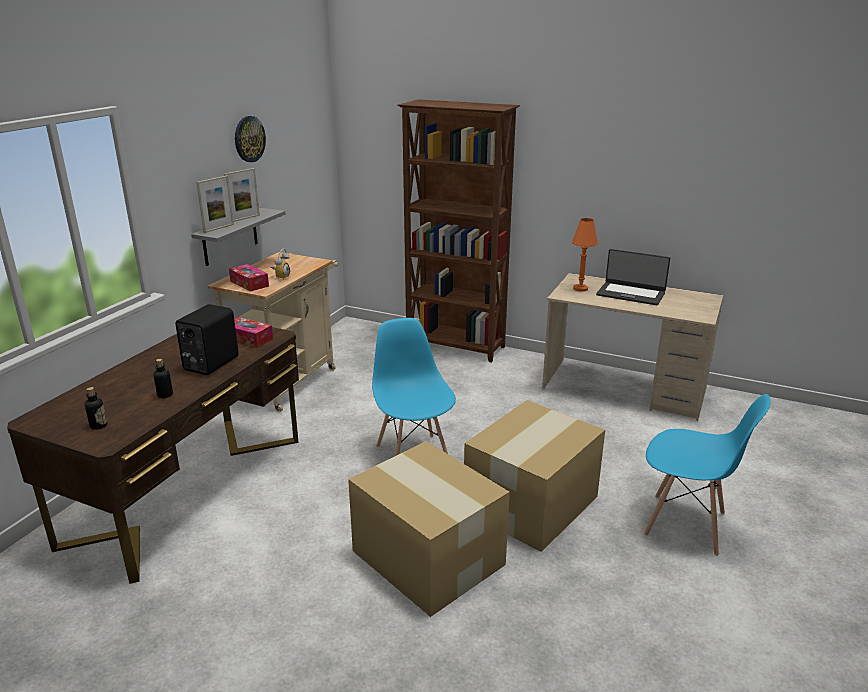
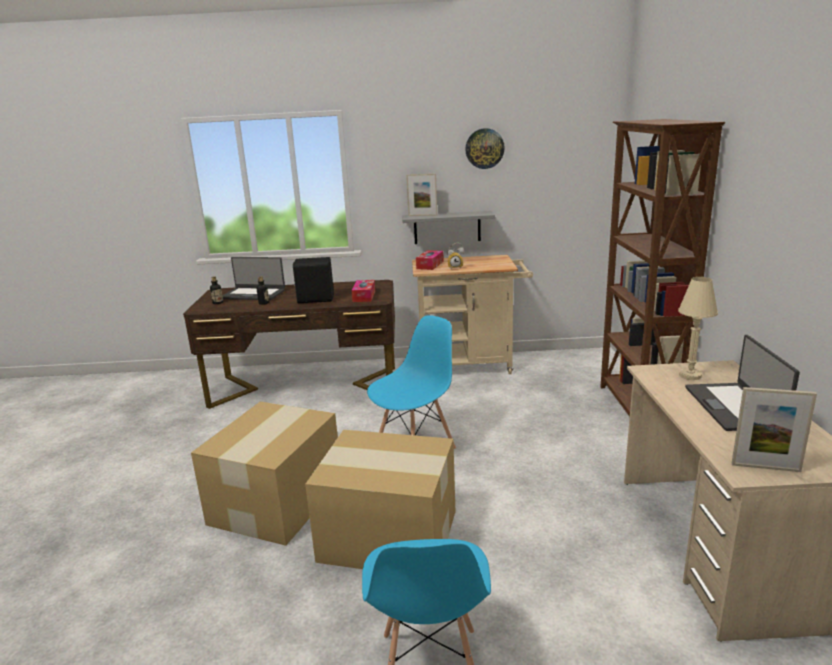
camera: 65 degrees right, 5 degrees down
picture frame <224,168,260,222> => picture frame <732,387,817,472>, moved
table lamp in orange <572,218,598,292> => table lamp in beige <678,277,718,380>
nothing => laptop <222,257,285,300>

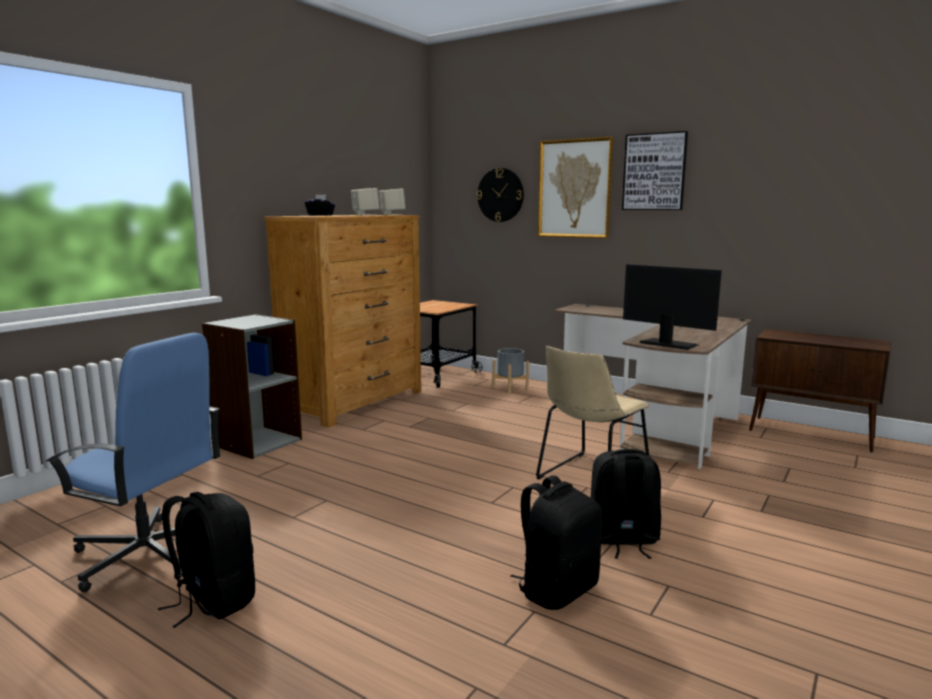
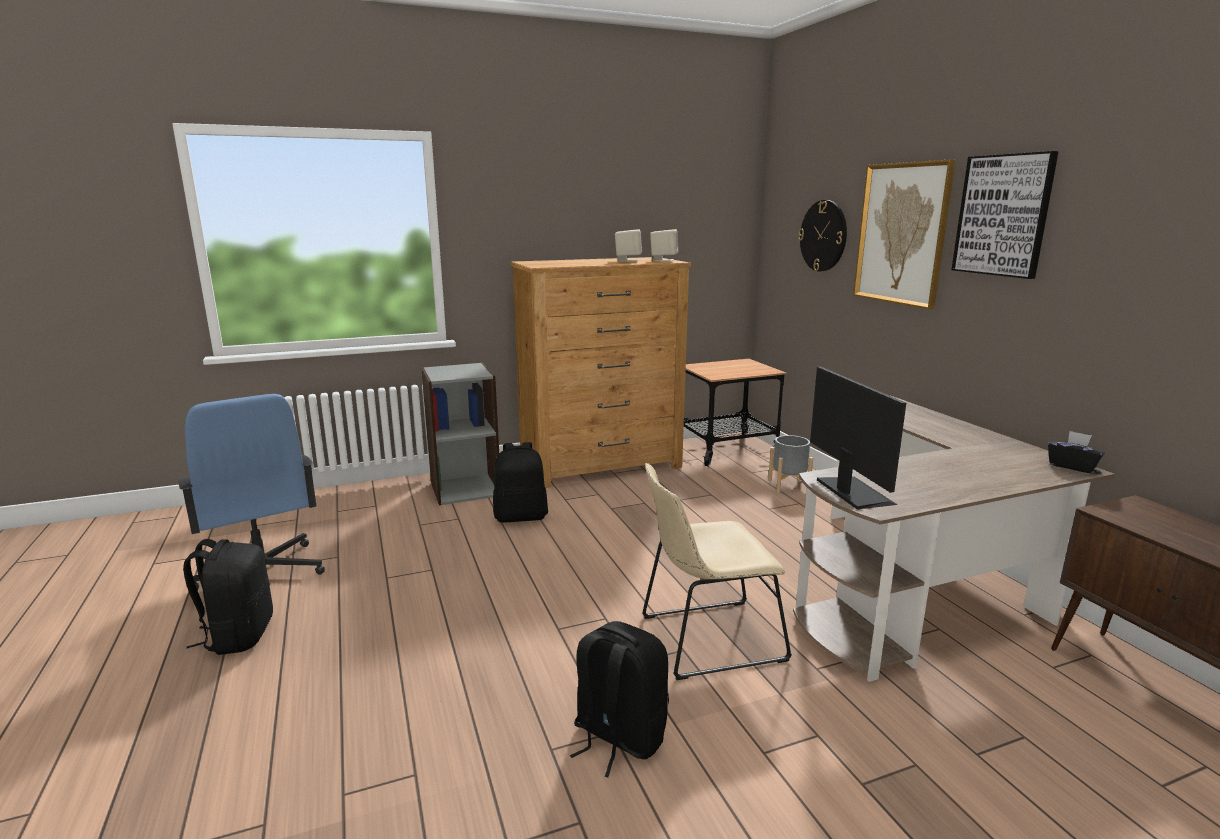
camera: 35 degrees right, 5 degrees up
tissue box in black <305,194,335,216> => tissue box in black <1048,431,1104,473>, moved
backpack in black <510,475,602,610> => backpack in black <493,442,548,523>, moved

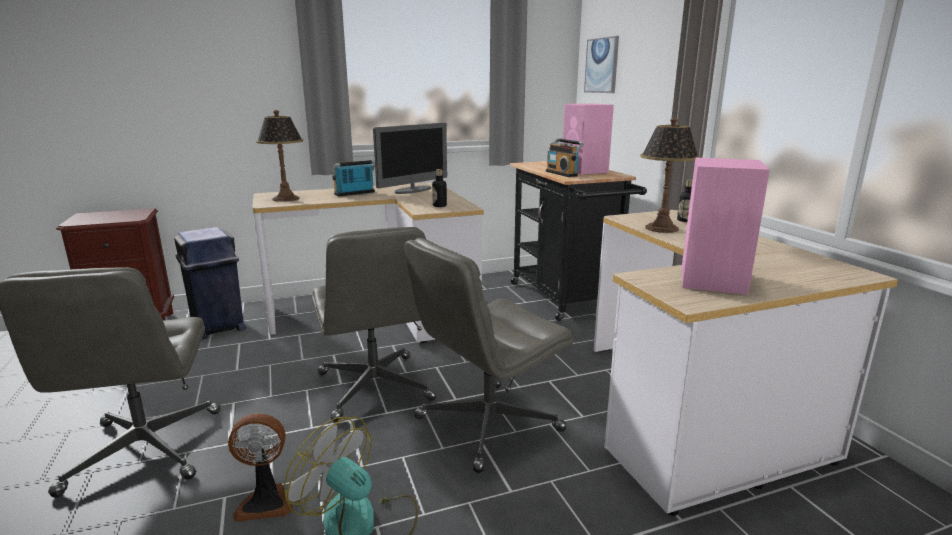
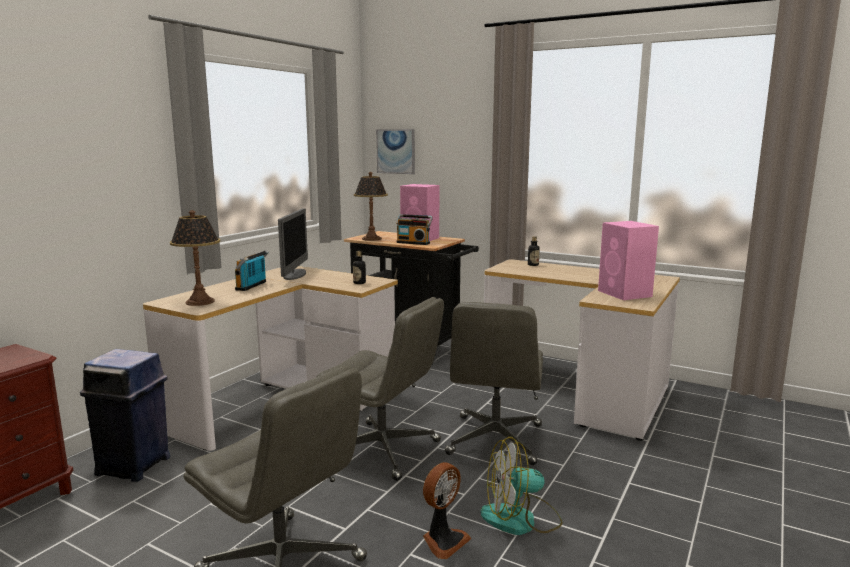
camera: 40 degrees left, 5 degrees down
table lamp <640,118,700,233> => table lamp <354,172,388,241>, moved

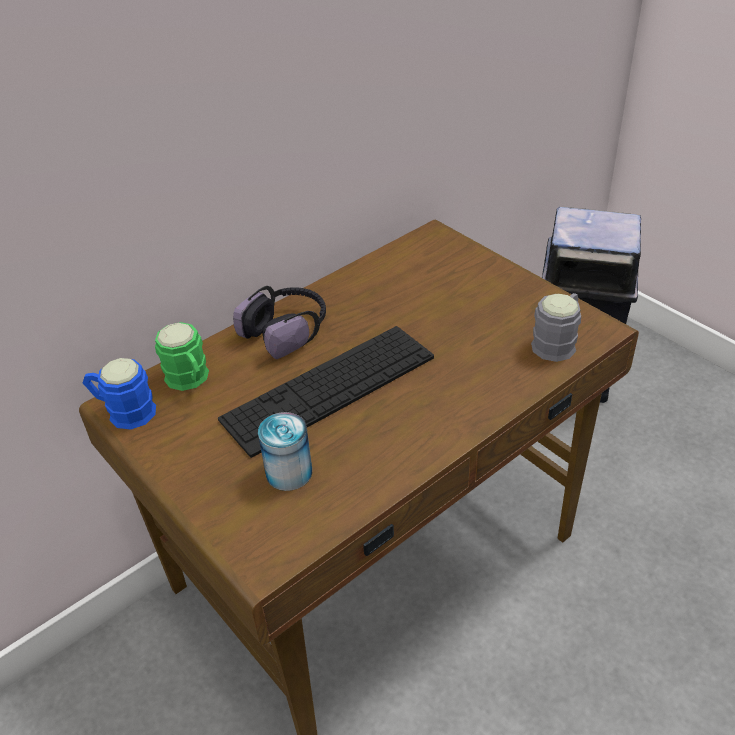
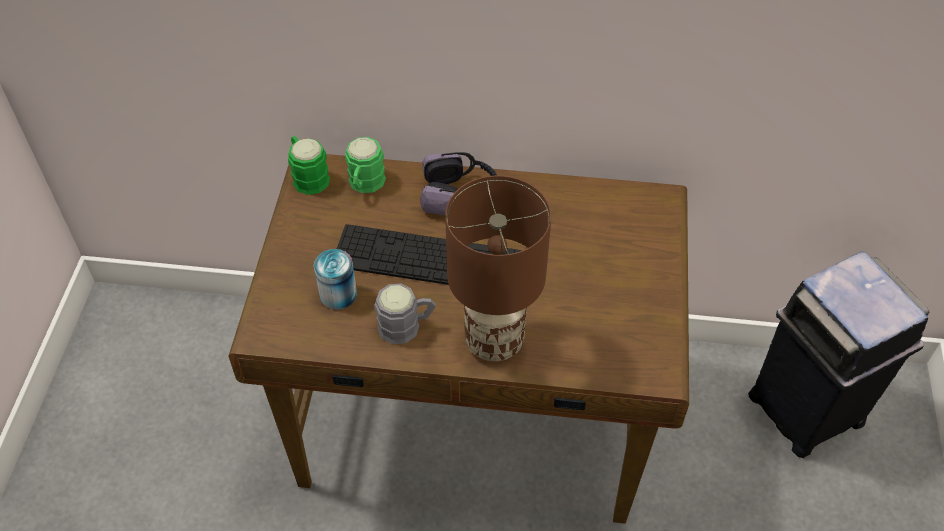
camera: 45 degrees right, 10 degrees up
mug in blue <83,358,156,430> => mug in green <288,136,330,195>
mug in grey <531,293,581,362> => mug in grey <375,283,436,344>, moved
nothing => table lamp in brown <445,176,551,361>

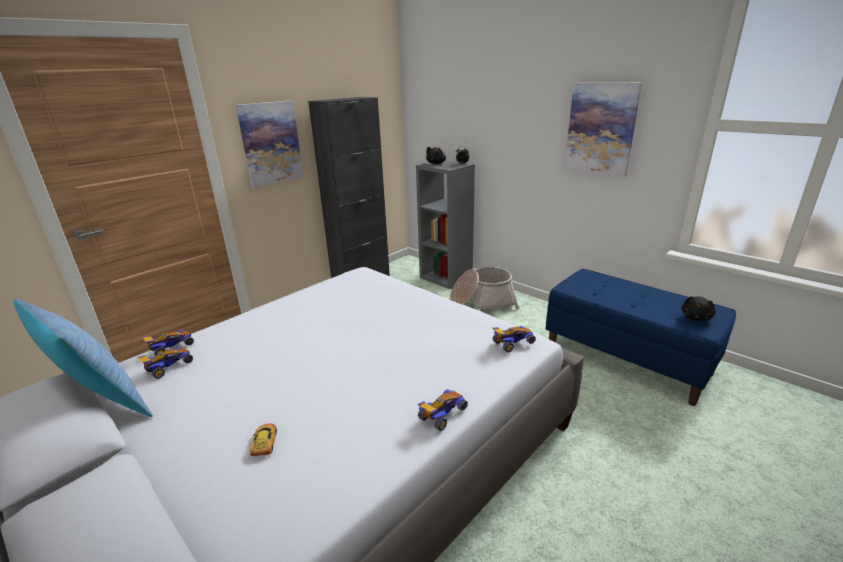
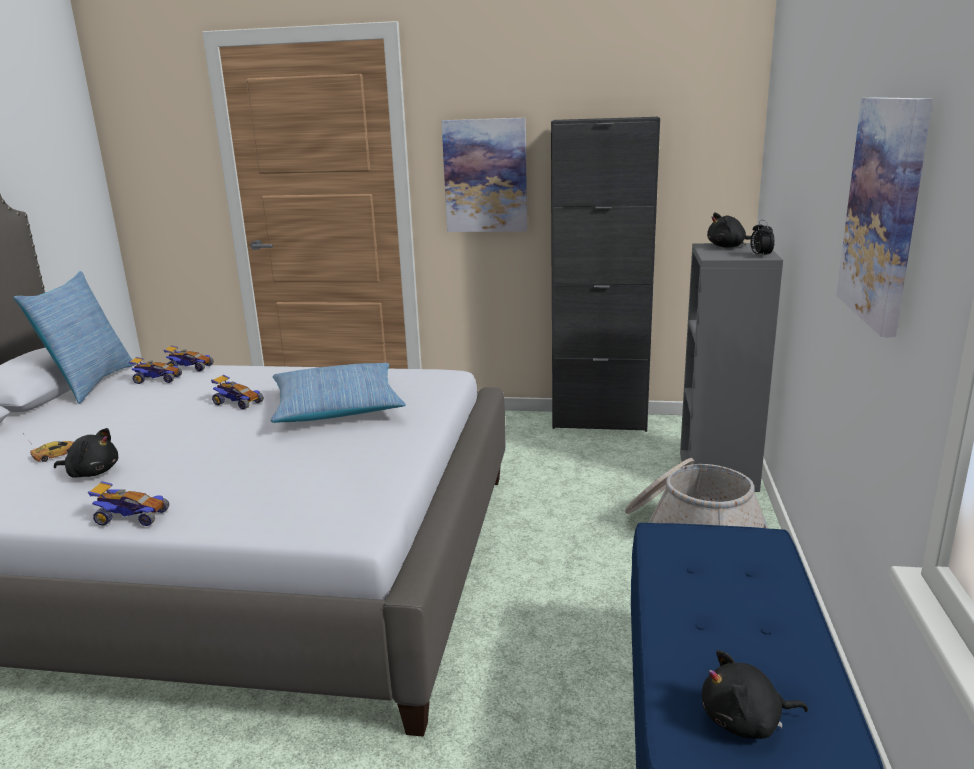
camera: 55 degrees right, 5 degrees down
toy car <493,326,536,352> => toy car <211,375,264,410>, moved
nothing => plush toy in black <54,428,118,478>
nothing => pillow <271,363,406,423>

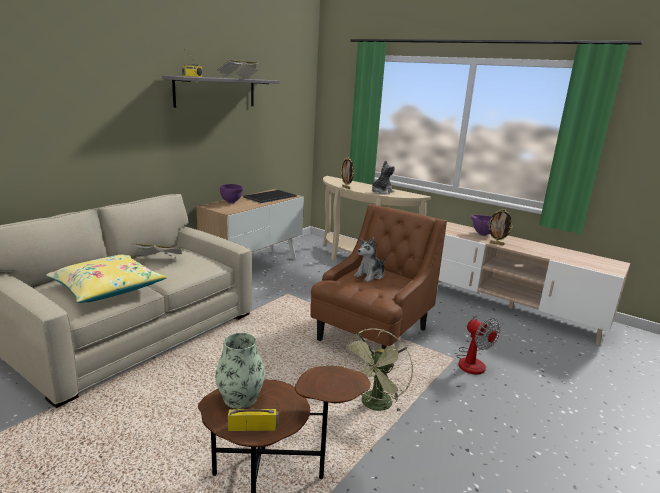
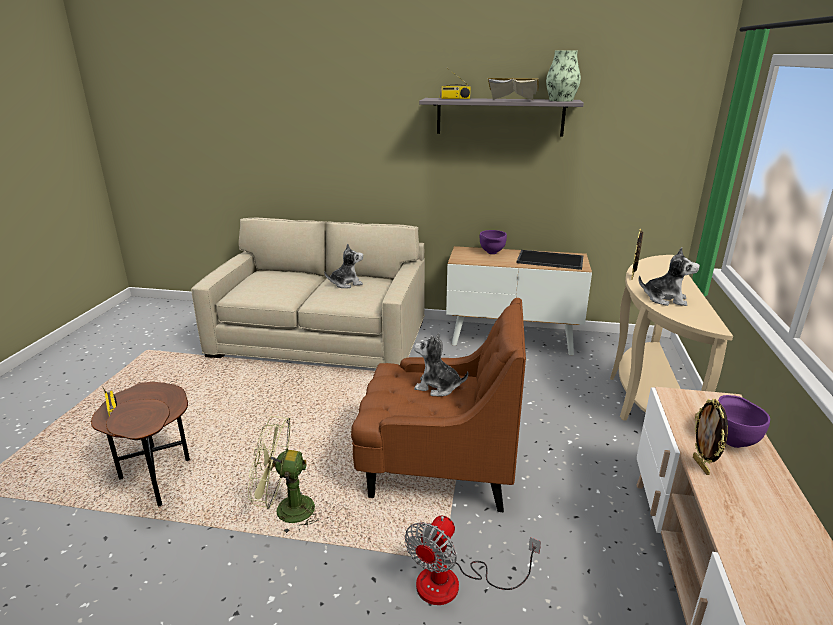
camera: 65 degrees right, 5 degrees up
pillow in yellow <46,255,167,303> => nothing
book <131,243,185,259> => plush toy <324,244,363,288>
vase <215,333,265,409> => vase <546,50,581,102>, moved

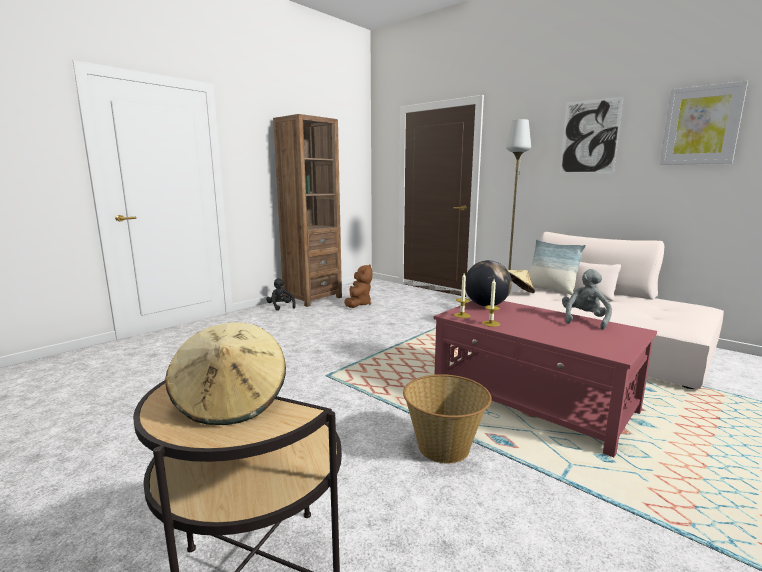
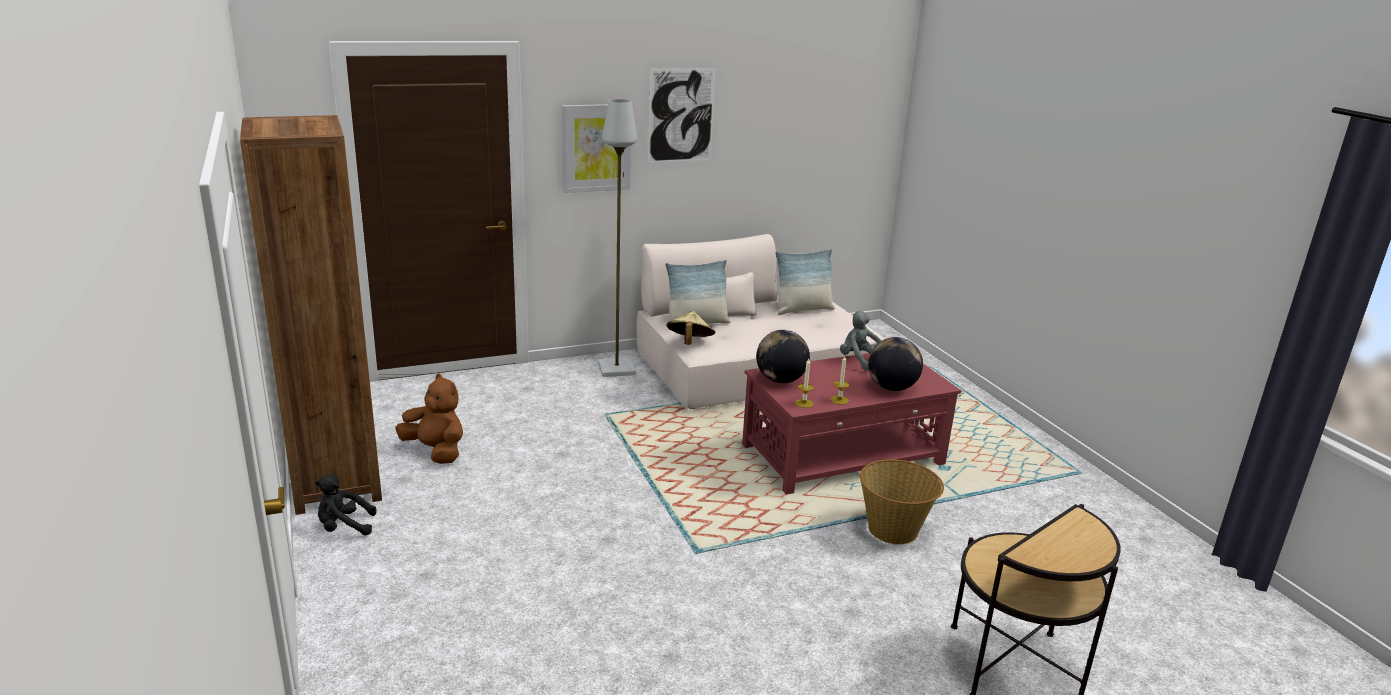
camera: 65 degrees left, 10 degrees up
hat in beige <165,322,286,425> => nothing
picture <660,81,748,165> => picture <562,104,631,193>, moved
nothing => pillow <775,249,835,315>
nothing => globe <868,337,923,391>

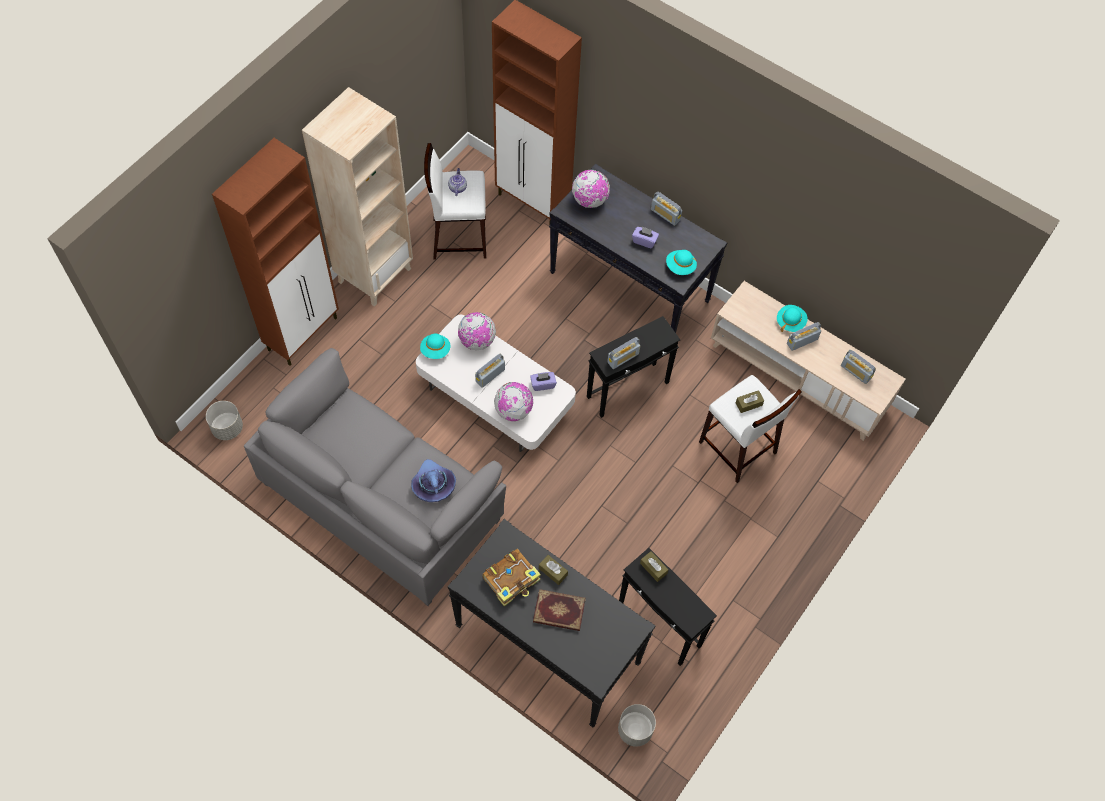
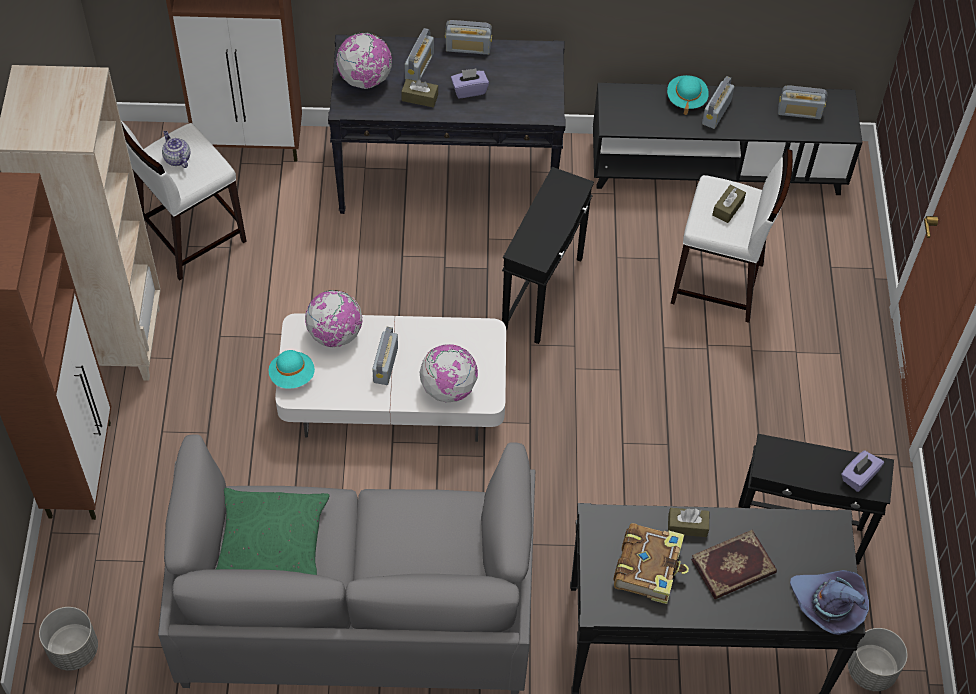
camera: 35 degrees left, 5 degrees down
hat in purple <411,459,456,502> => hat in purple <790,570,869,635>, moved
tissue box in purple <530,372,557,391> => tissue box in purple <841,451,884,492>, moved
radio <607,337,640,369> => radio <405,28,434,81>, moved
tissue box in brown <640,551,669,582> => tissue box in brown <401,79,438,108>, moved
hat in turquoise <666,250,697,275> => nothing
tv stand in beige <711,281,906,441> => tv stand in black <593,83,862,195>
nothing => pillow in green <216,488,329,575>

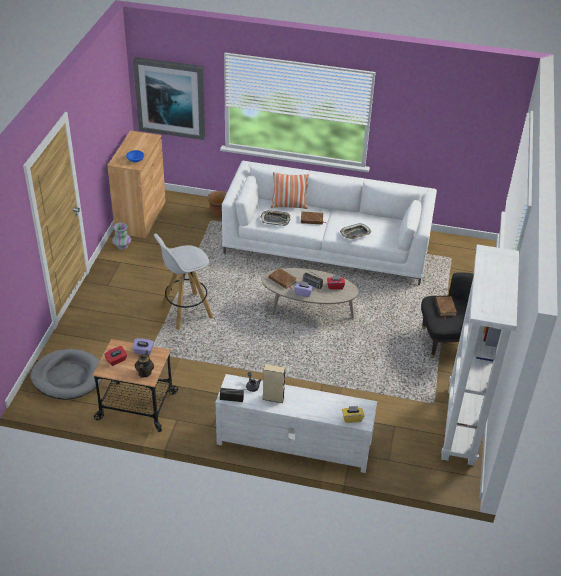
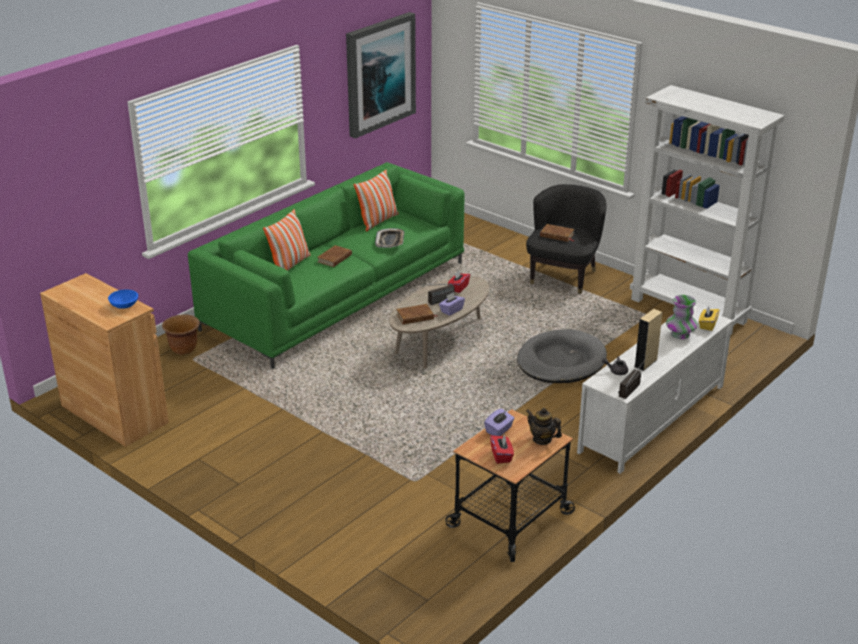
camera: 60 degrees left, 10 degrees down
dog bed in grey <30,349,102,400> => dog bed in grey <517,329,607,383>, moved
vase <112,223,131,249> => vase <666,295,698,339>, moved
picture <133,57,205,140> => picture <346,12,416,138>, moved
stool in white <154,233,213,330> => nothing
sofa in white <222,161,437,285> => sofa in green <188,162,464,369>
tray <261,210,291,226> => nothing
nothing => pillow <354,170,399,231>

